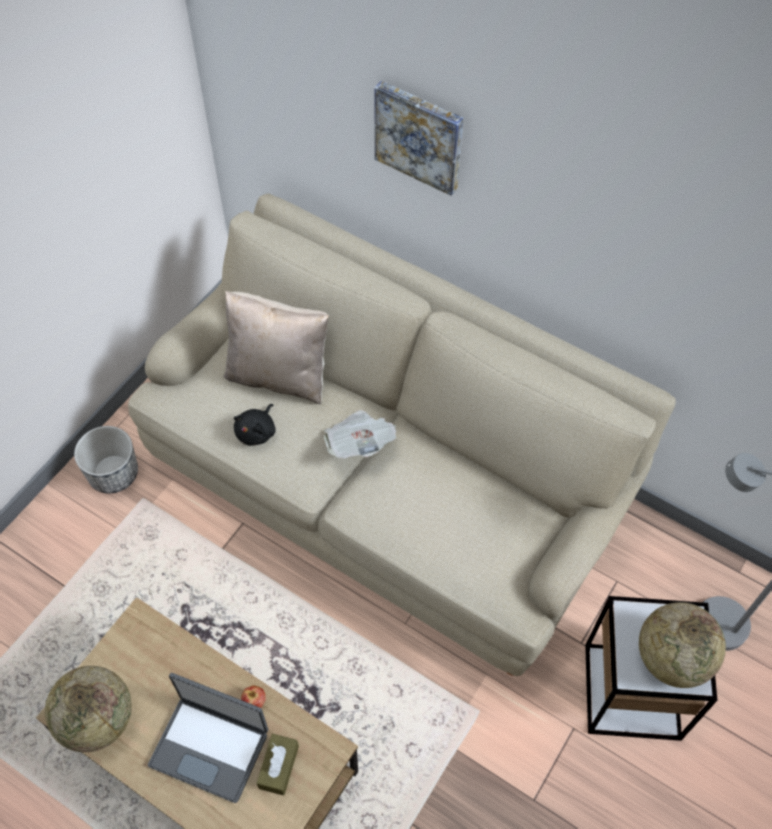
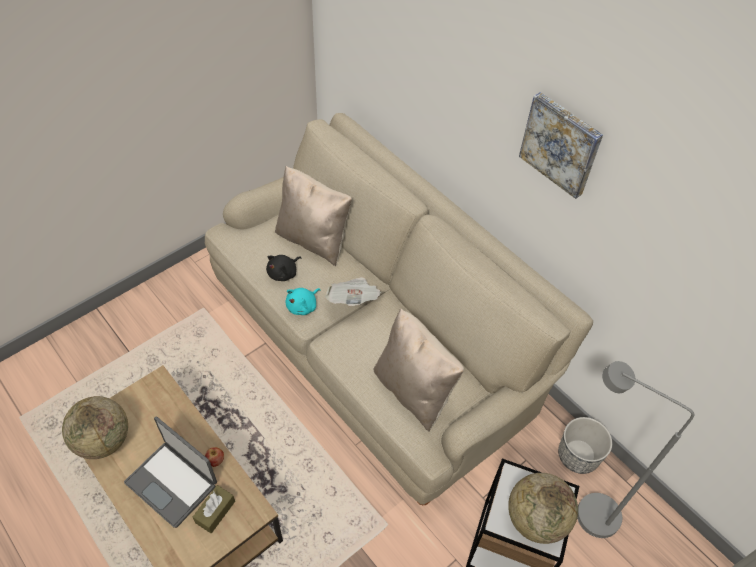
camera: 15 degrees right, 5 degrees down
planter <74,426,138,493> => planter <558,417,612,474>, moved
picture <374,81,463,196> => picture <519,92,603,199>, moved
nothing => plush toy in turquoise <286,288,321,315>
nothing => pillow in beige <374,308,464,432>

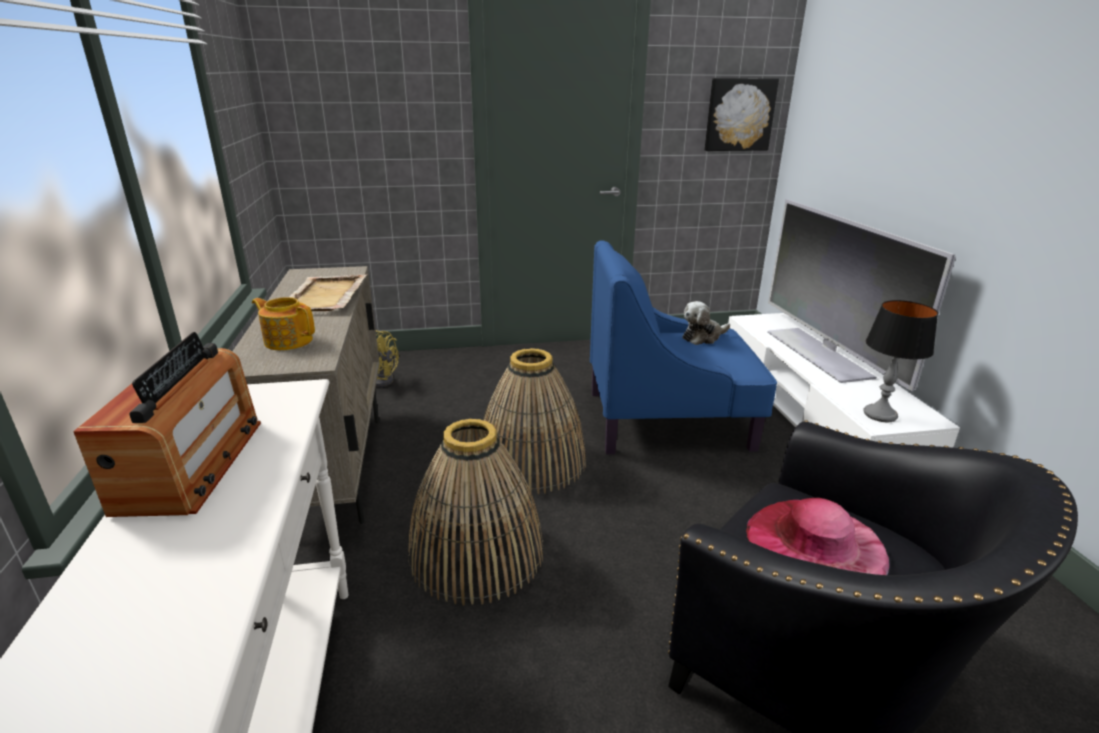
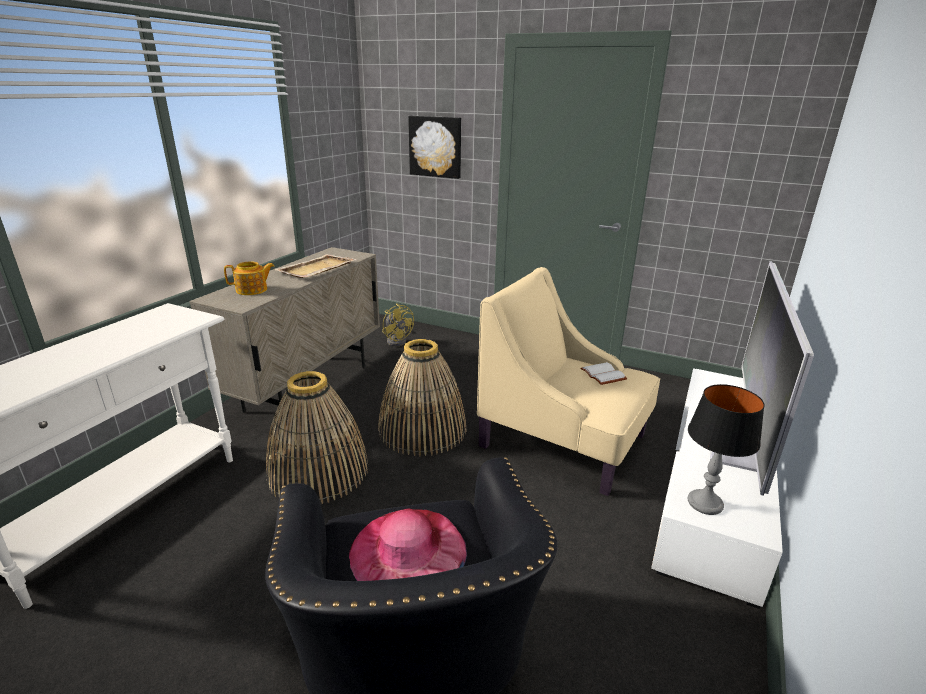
camera: 35 degrees right, 0 degrees up
radio <73,332,261,517> => nothing
teapot <252,297,315,350> => teapot <224,261,275,295>, 105 degrees clockwise
armchair in blue <590,240,777,455> => armchair in beige <477,267,660,496>
plush toy <682,301,730,345> => book in white <580,362,627,385>
picture <705,78,779,151> => picture <408,116,461,179>, moved

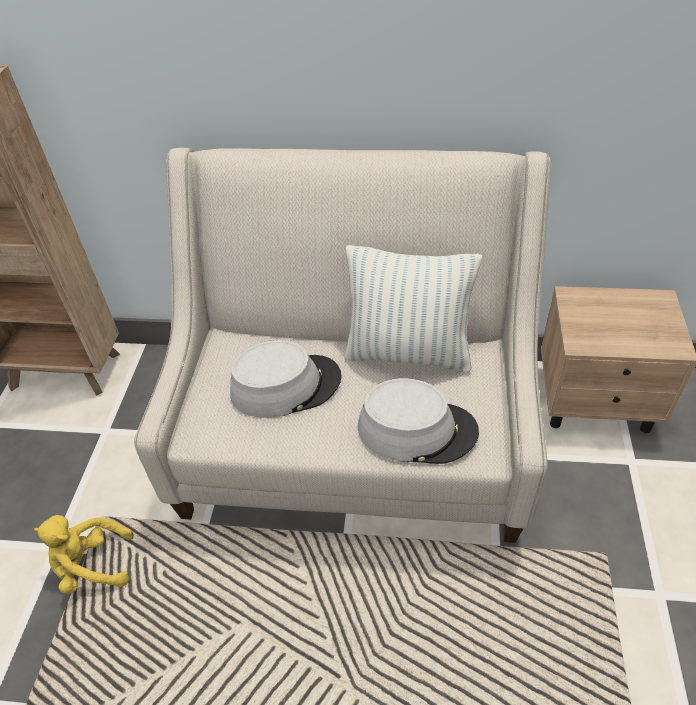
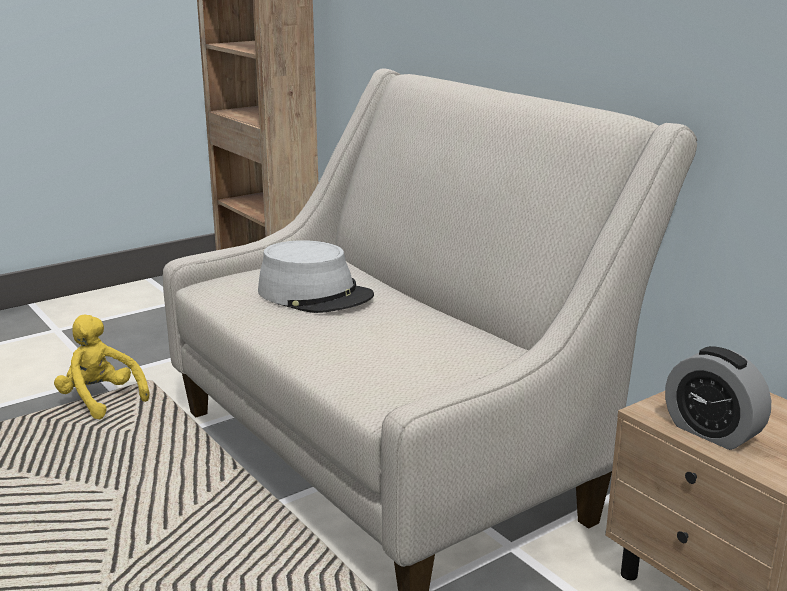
camera: 45 degrees right, 25 degrees down
pillow <344,245,482,373> => nothing
hat in grey <358,378,479,464> => nothing
nothing => alarm clock <665,346,771,450>

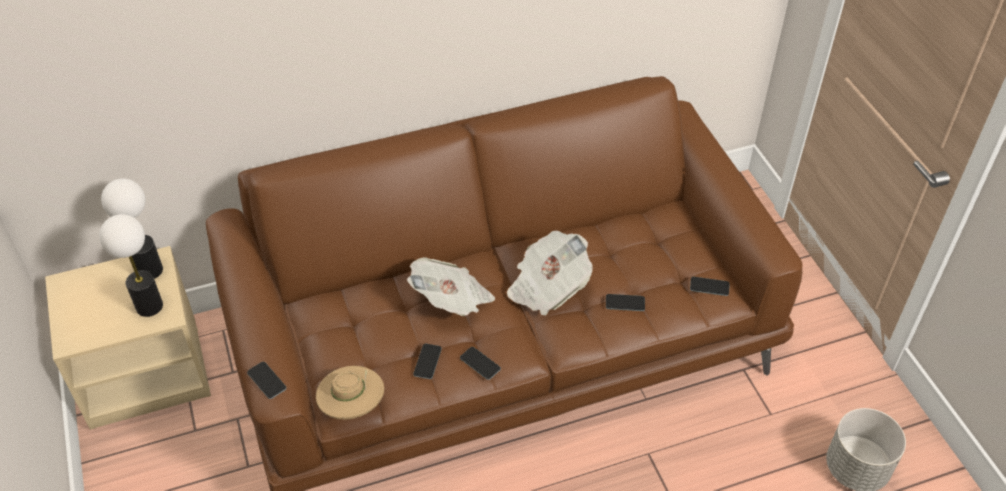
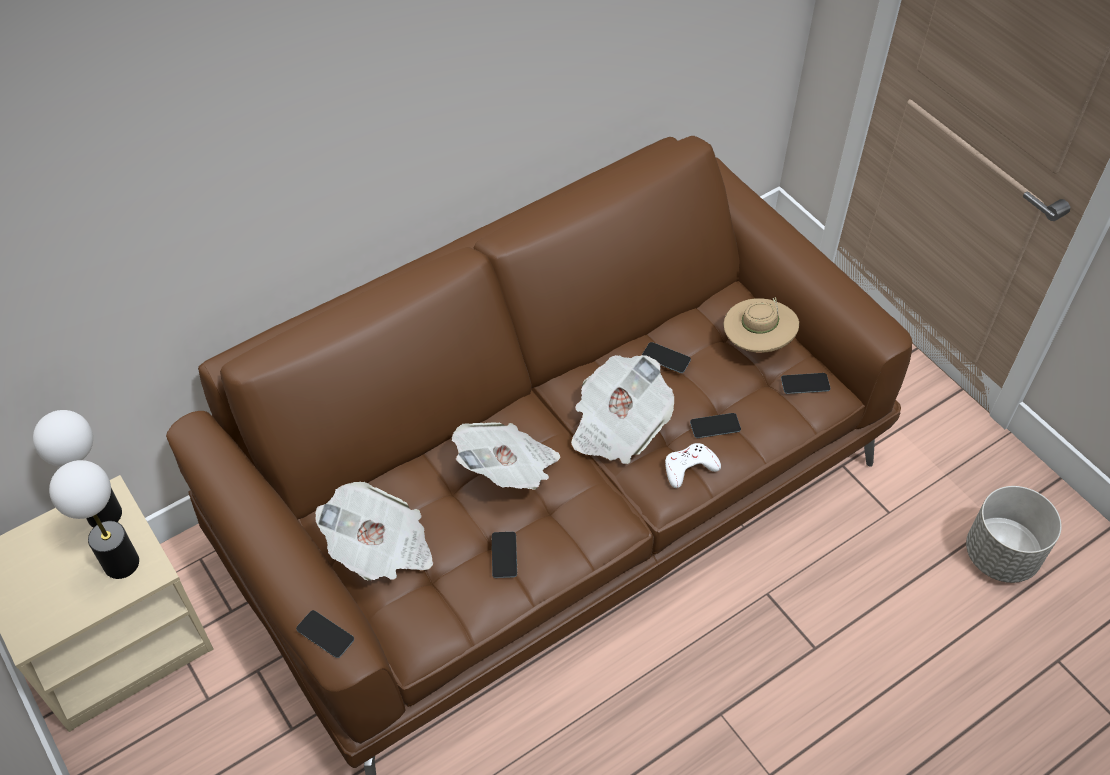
camera: 15 degrees left, 5 degrees up
hat in beige <316,366,384,420> => hat in beige <724,297,799,353>, moved
phone <460,347,501,380> => phone <642,342,691,373>, moved
nothing => newspaper <315,481,433,581>
nothing => game controller in white <665,443,721,488>

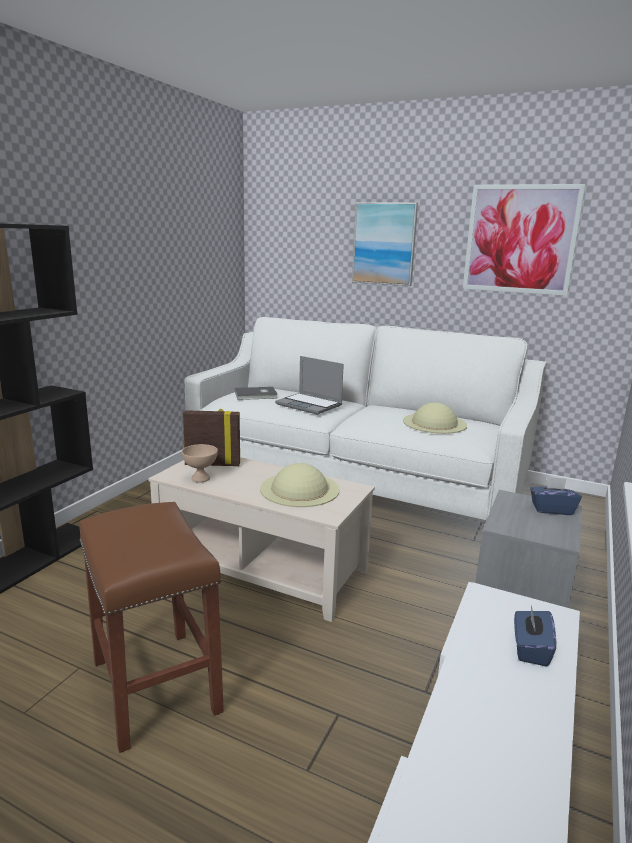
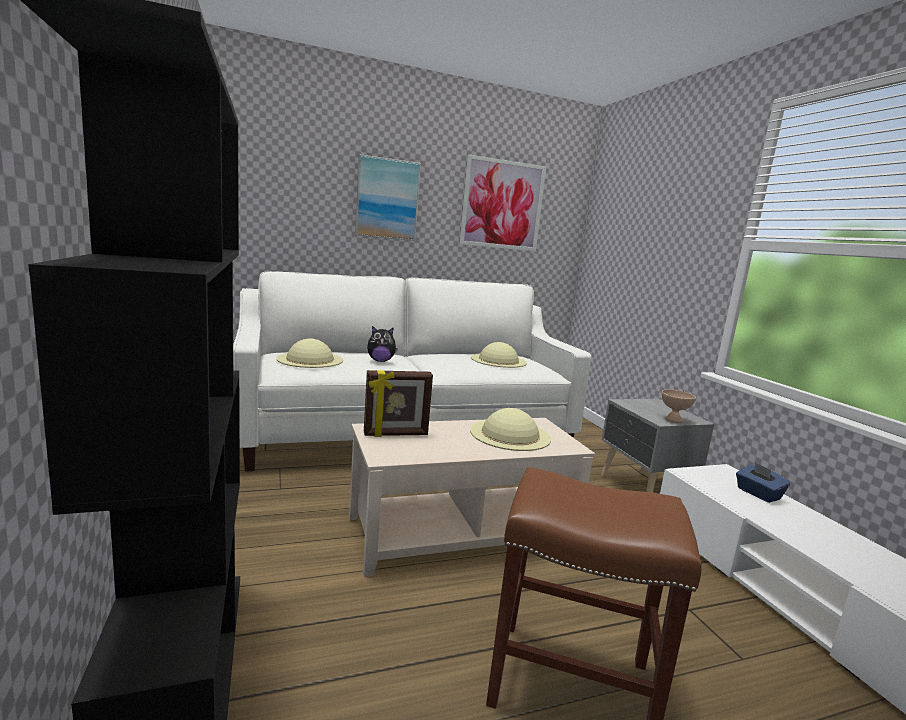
camera: 45 degrees left, 5 degrees down
picture frame <182,408,240,466> => picture frame <364,370,433,437>, 150 degrees counterclockwise
bowl in beige <182,444,218,482> => bowl in beige <662,389,696,423>, moved
book in grey <235,387,278,400> => hat in beige <276,338,343,368>
laptop <275,356,344,415> => plush toy <367,326,398,362>
tissue box in blue <530,477,582,515> => nothing

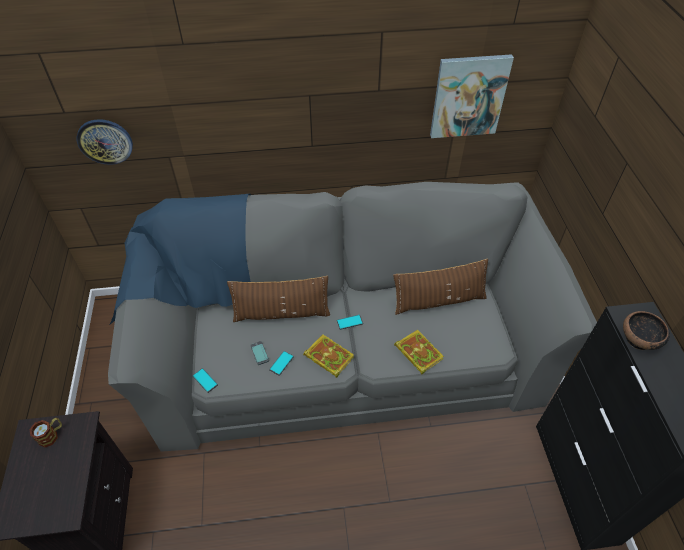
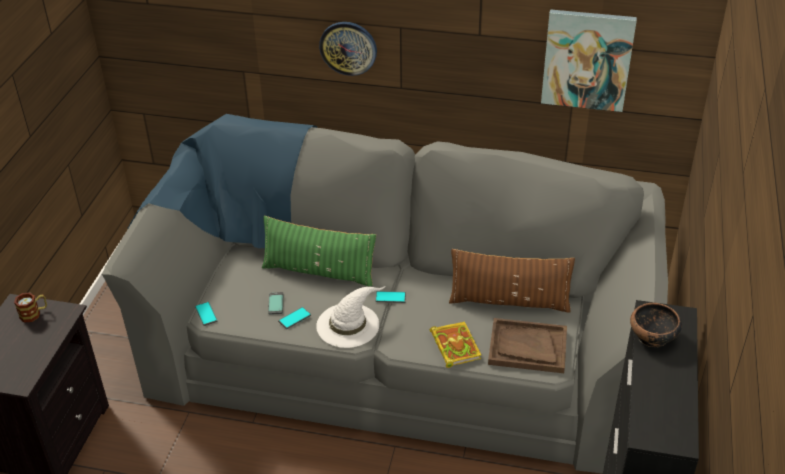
camera: 20 degrees right, 10 degrees down
wall clock <77,119,133,165> => wall clock <319,22,377,76>, moved
pillow in brown <227,276,330,322> => pillow in green <262,216,376,286>
book <303,334,354,378> => hat in white <316,286,386,348>
nothing => tray in brown <488,318,567,373>

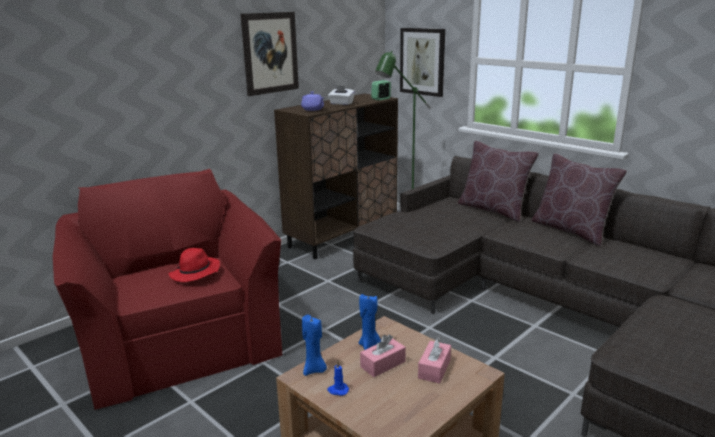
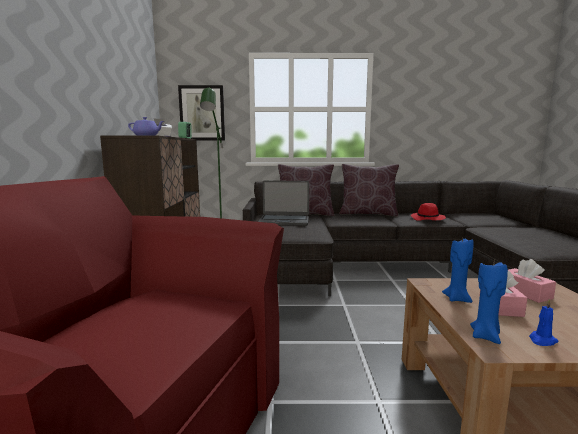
camera: 45 degrees left, 10 degrees down
hat in red <168,248,220,282> => hat in red <411,203,446,221>, moved
picture <241,12,299,96> => nothing
nothing => laptop <258,180,309,226>

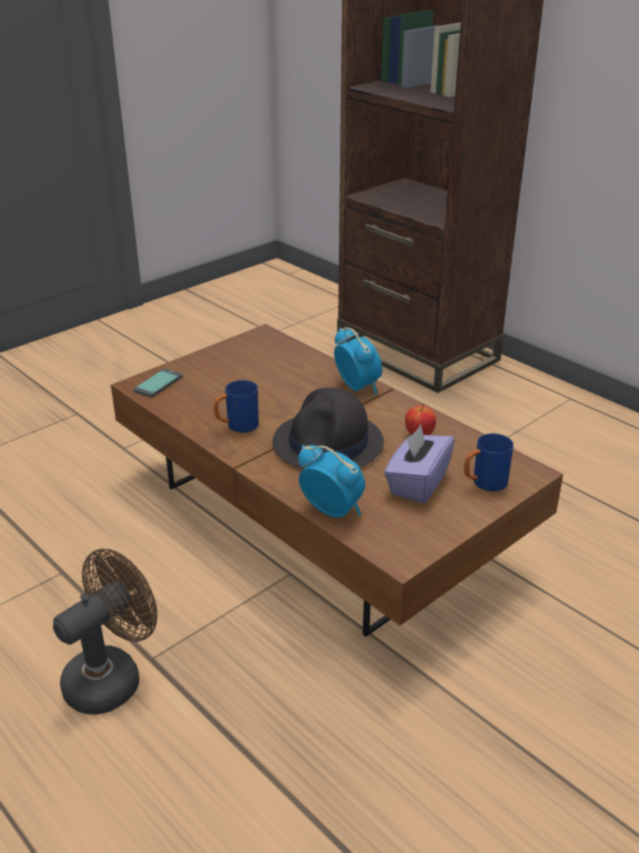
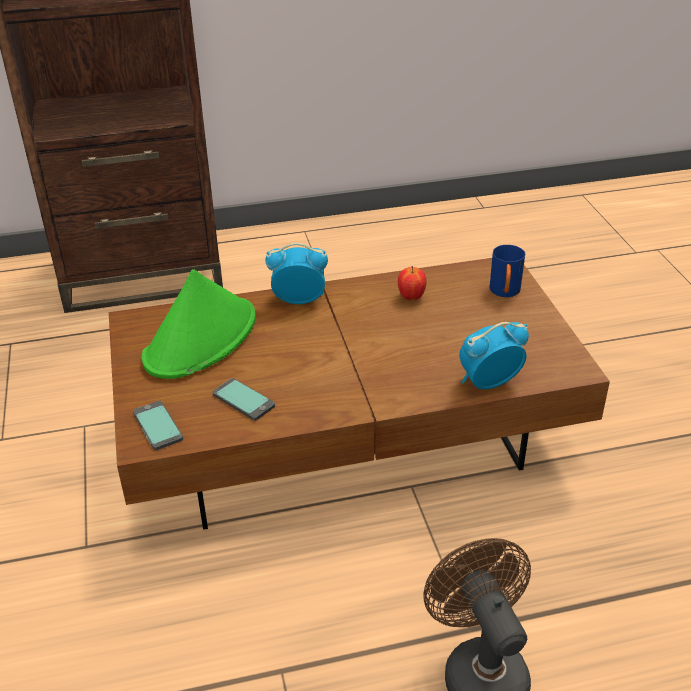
camera: 60 degrees left, 5 degrees up
mug in blue <214,380,259,433> => nothing
hat in black <272,388,384,469> => nothing
tissue box in purple <384,425,455,503> => nothing
nothing => hat in green <142,269,256,379>
nothing => phone <212,378,275,421>

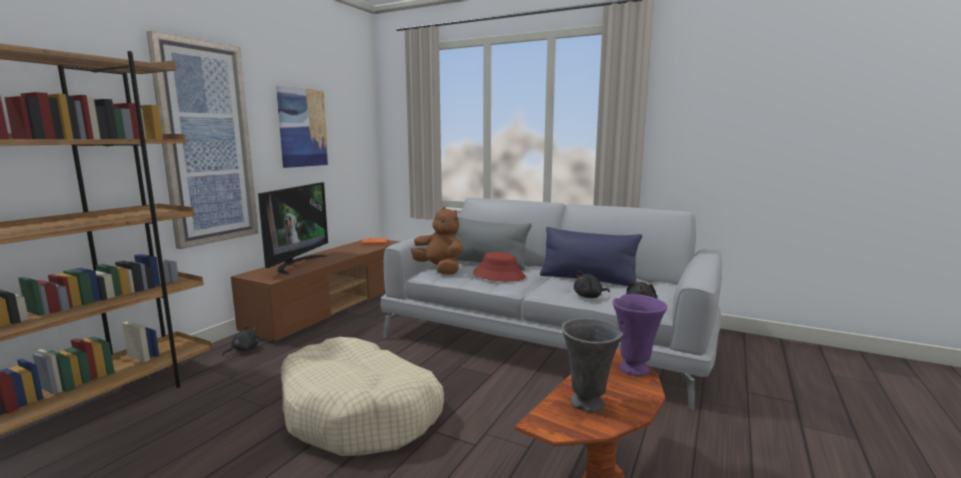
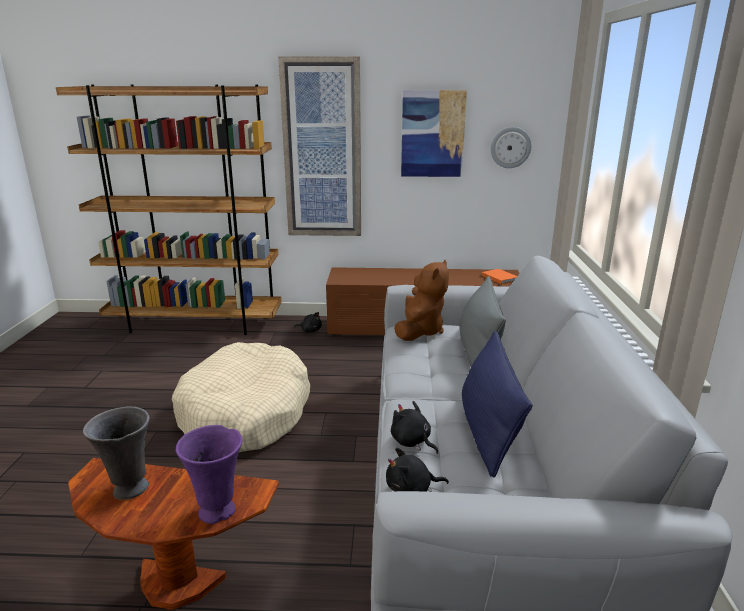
camera: 65 degrees right, 10 degrees up
television <258,182,328,275> => nothing
hat in red <473,252,526,282> => nothing
nothing => wall clock <491,127,532,168>

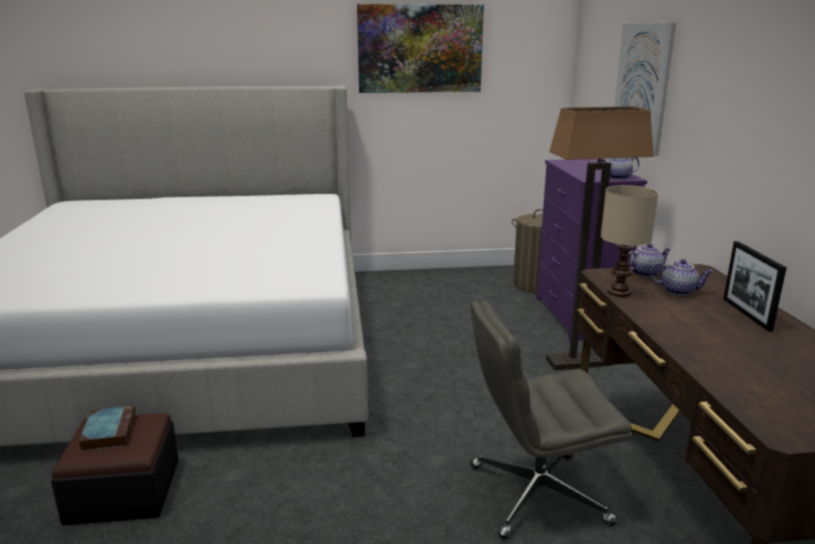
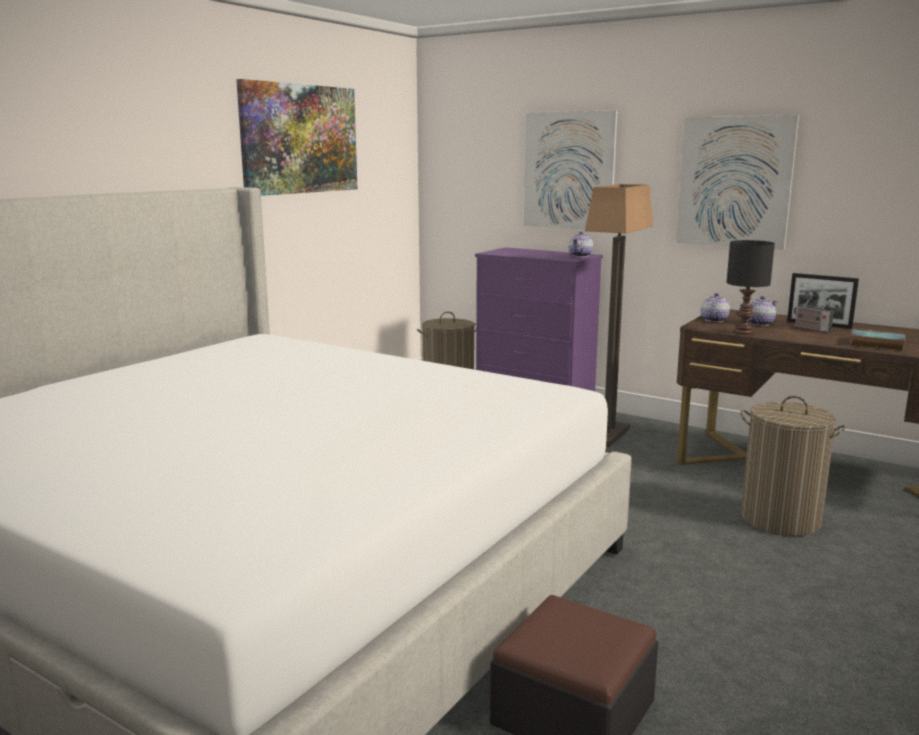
camera: 50 degrees left, 5 degrees down
book <79,405,136,452> => book <850,328,906,351>, moved
office chair in grey <470,300,632,540> => laundry basket <740,396,846,536>
table lamp in beige <601,185,658,297> => table lamp in black <726,240,775,335>
nothing => picture <676,115,799,250>
nothing => radio <794,297,834,332>

